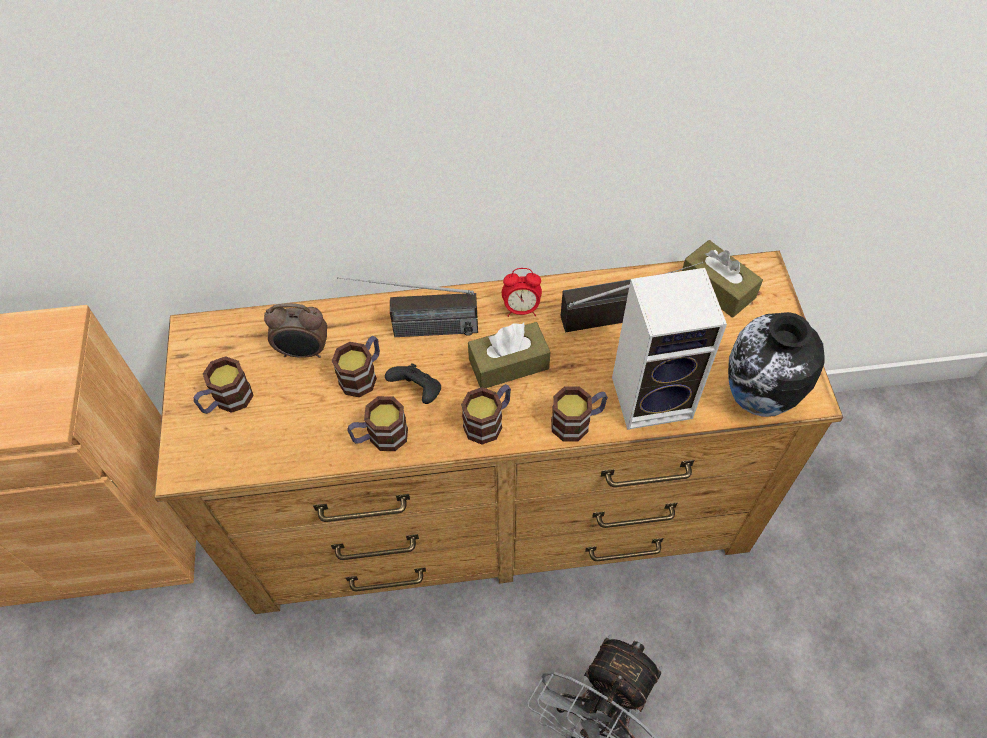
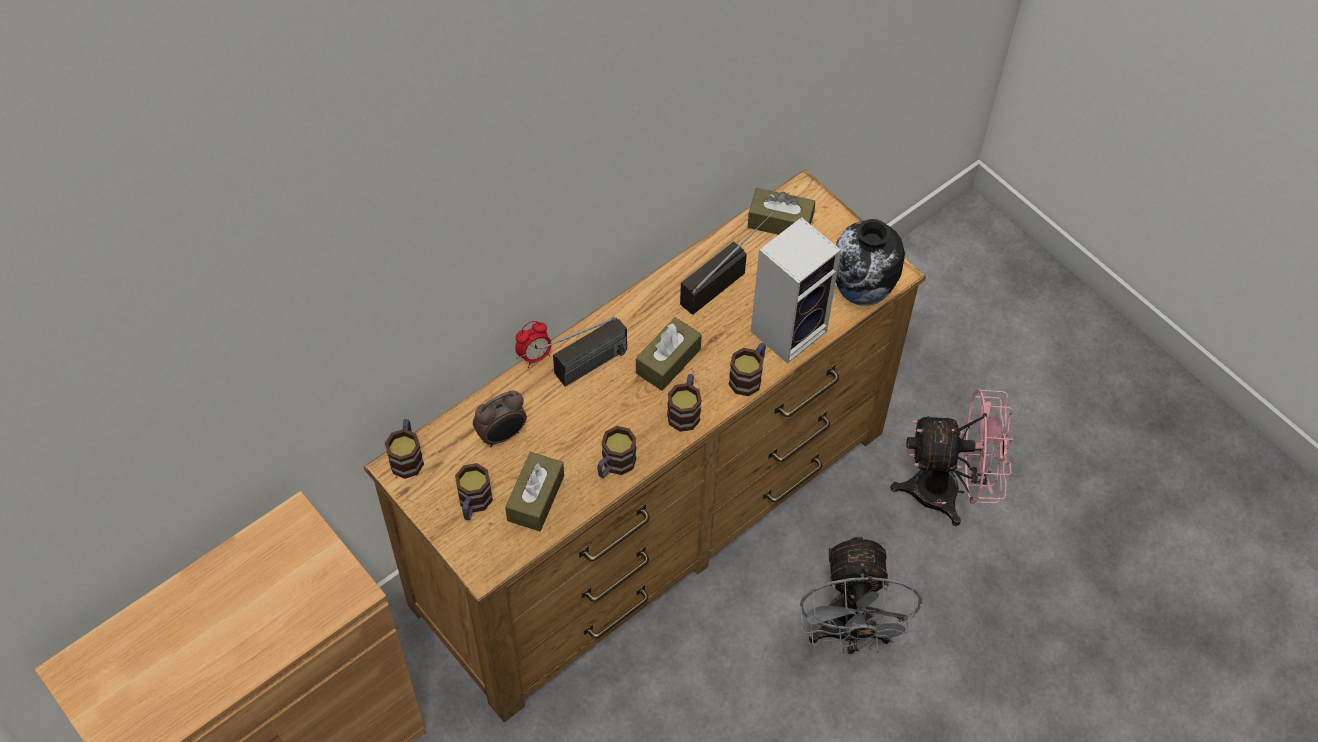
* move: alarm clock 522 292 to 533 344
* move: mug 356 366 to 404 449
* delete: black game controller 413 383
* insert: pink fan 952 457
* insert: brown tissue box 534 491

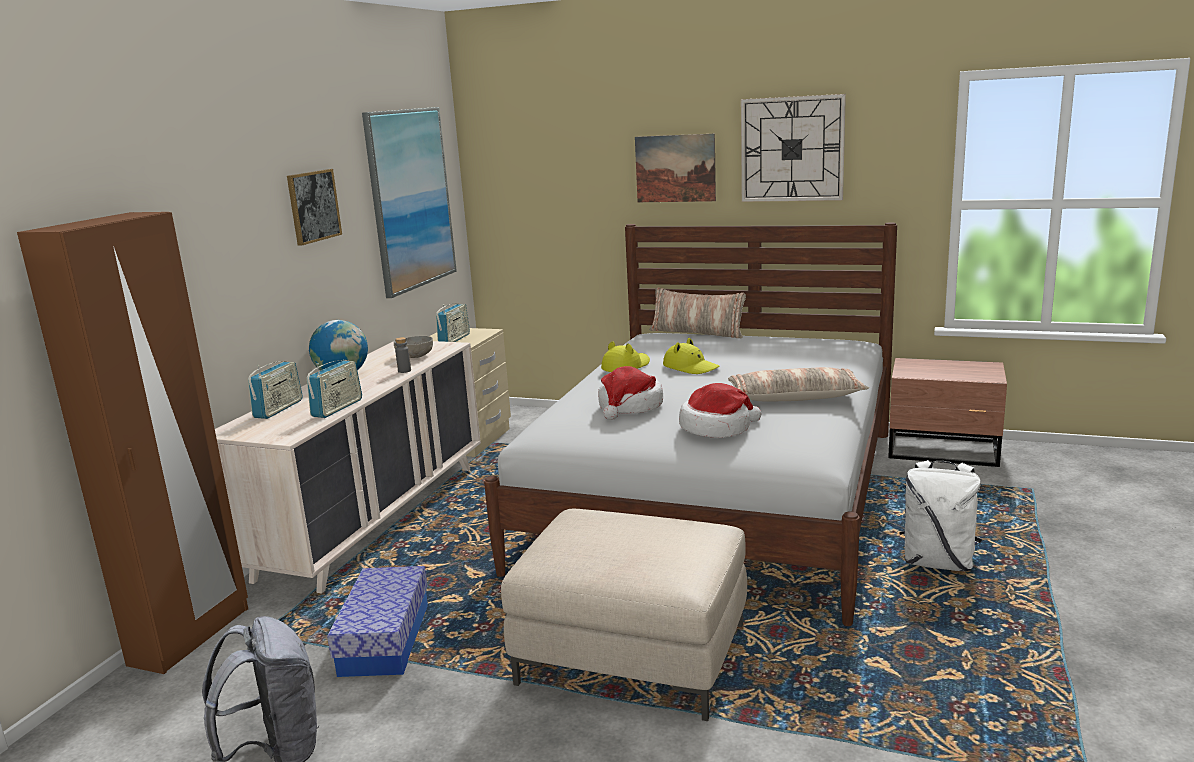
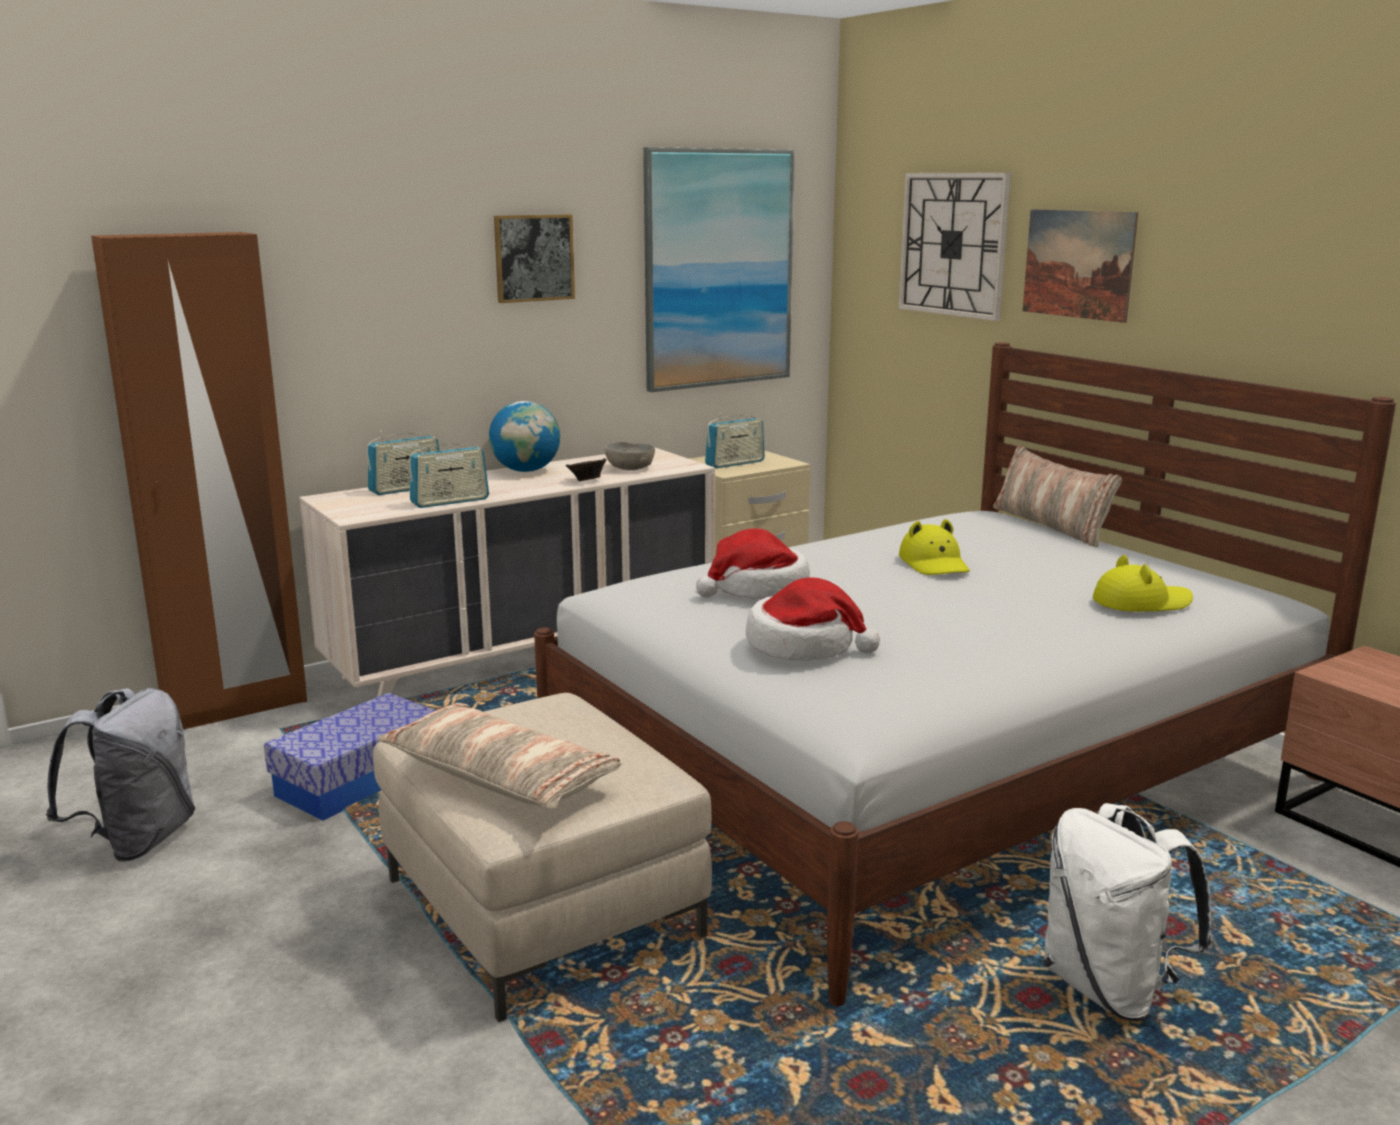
* move: wall clock 793 148 to 955 246
* replace: grey bottle 403 355 to brown bowl 586 469
* move: yellow hat 625 356 to 1143 583
* move: pillow 798 384 to 499 756

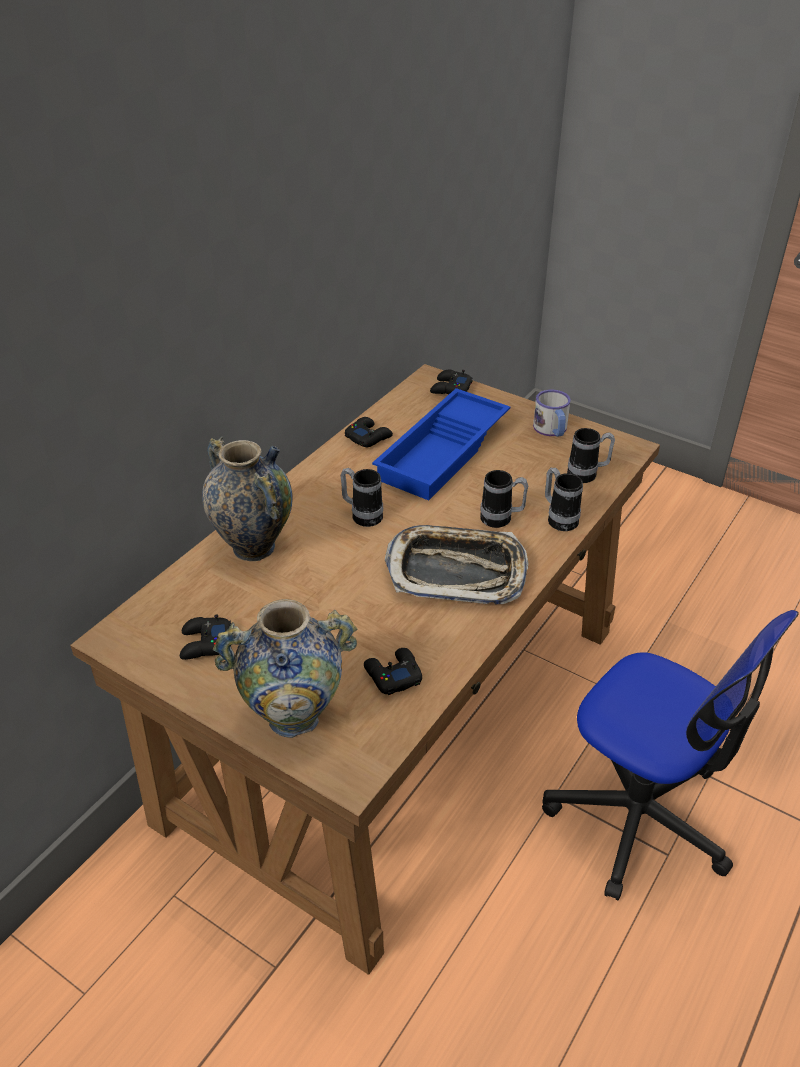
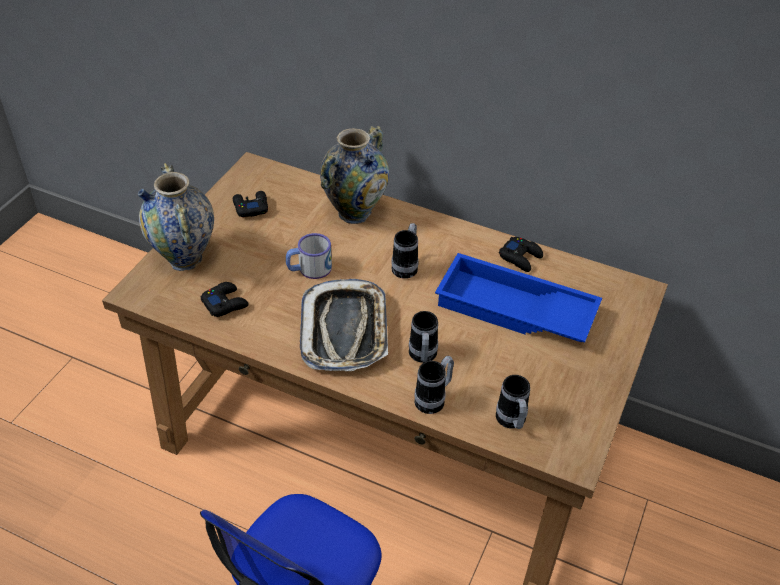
* delete: black game controller 451 382
* move: mug 552 413 to 309 256

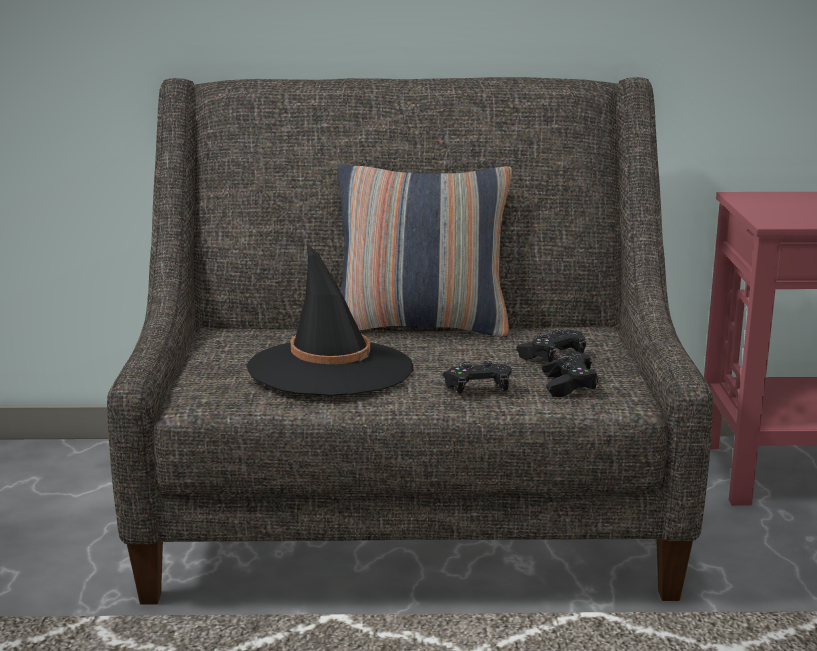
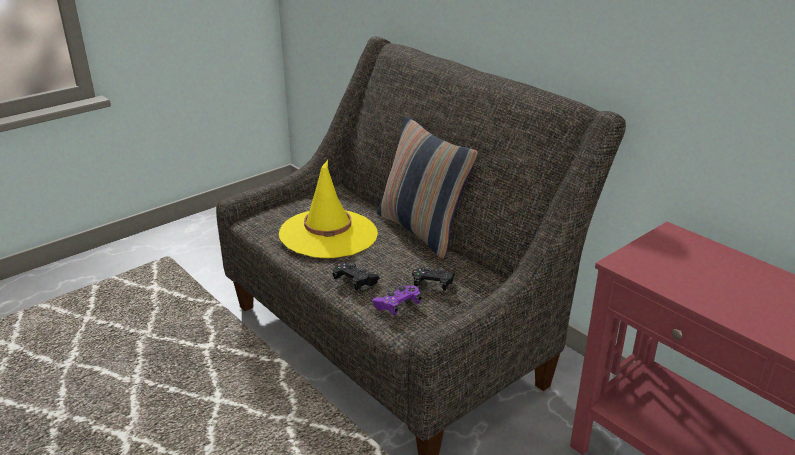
* recolor: black hat 329 319 to yellow hat 328 209
* recolor: black game controller 570 374 to purple game controller 396 300

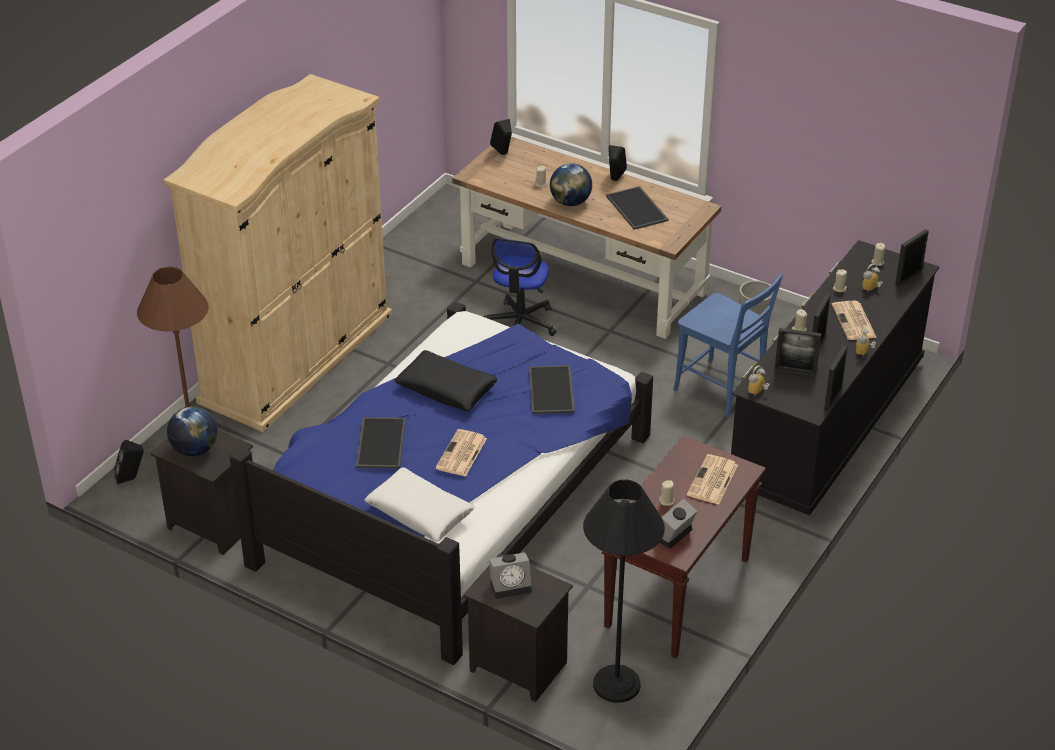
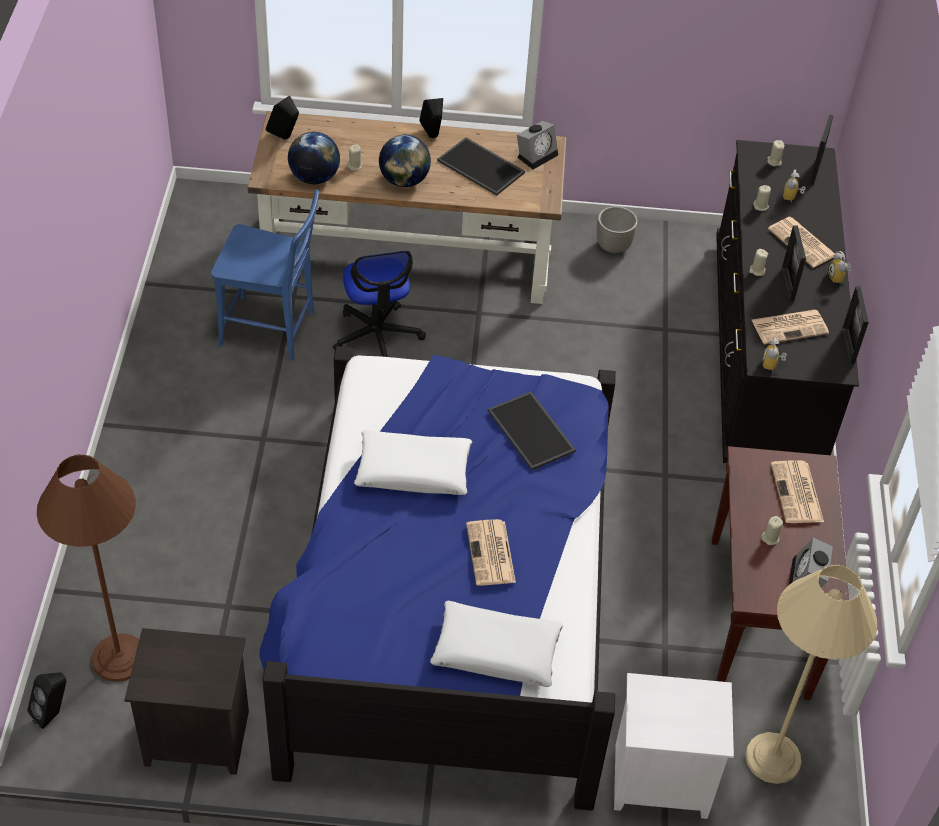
* delete: beige wardrobe 277 253
* move: blue chair 728 345 to 265 275
* replace: picture frame 797 352 to newspaper 790 327
* recolor: black pillow 445 380 to white pillow 413 462
* move: globe 192 431 to 314 158
* delete: tray 381 443
* recolor: black floor lamp 624 591 to beige floor lamp 811 674
* move: alarm clock 510 575 to 537 145
* recolor: black nightstand 518 627 to white nightstand 674 746

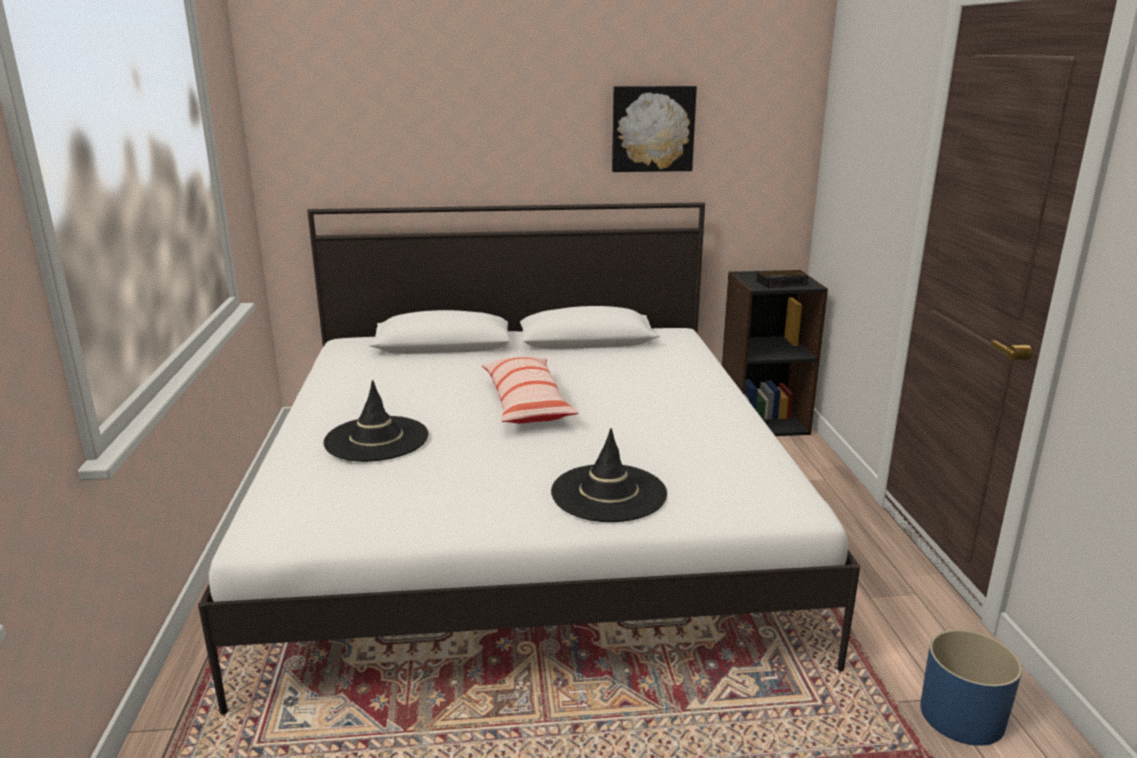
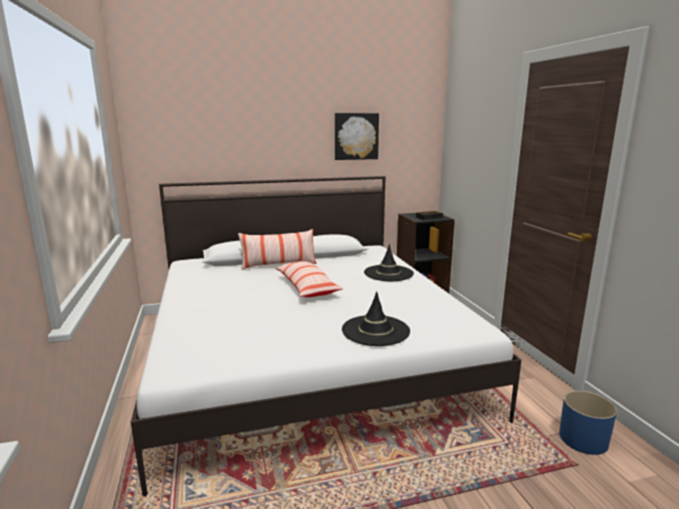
* move: black hat 376 421 to 389 262
* insert: pillow 277 249

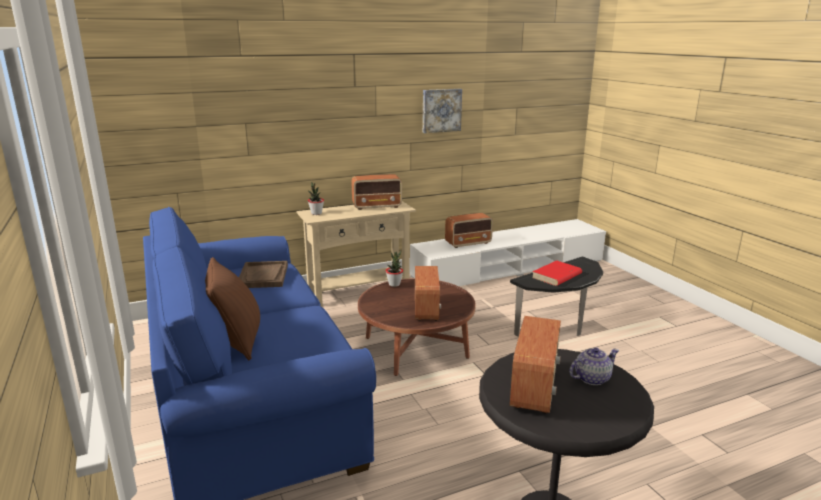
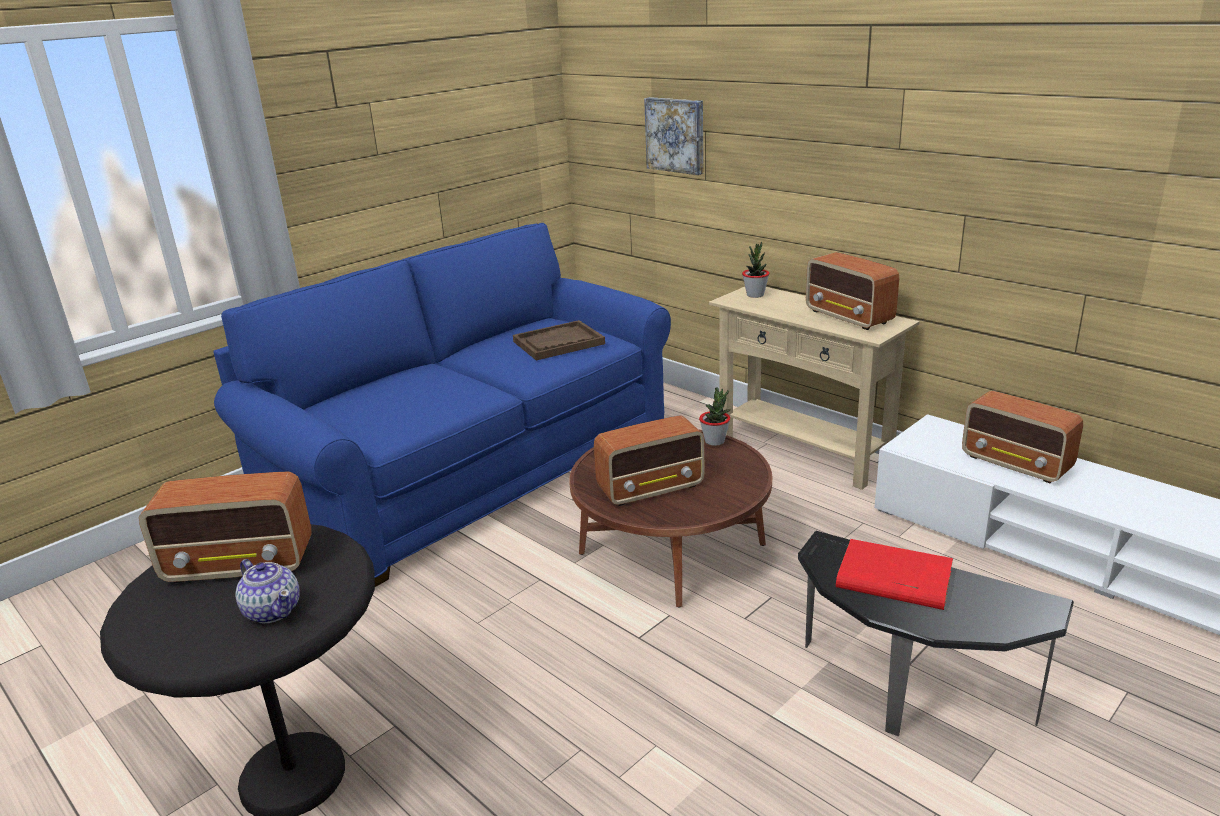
* move: picture 442 111 to 673 136
* delete: brown pillow 232 308

